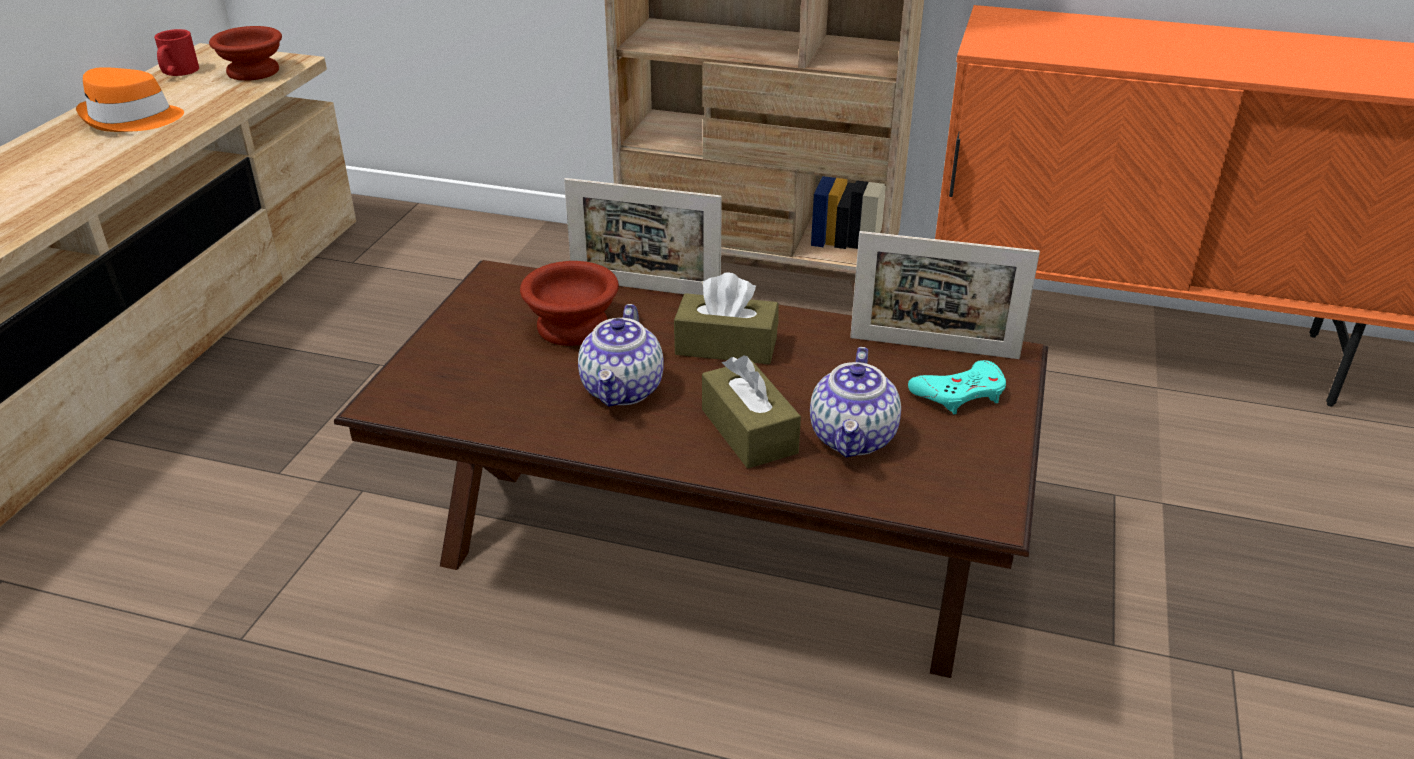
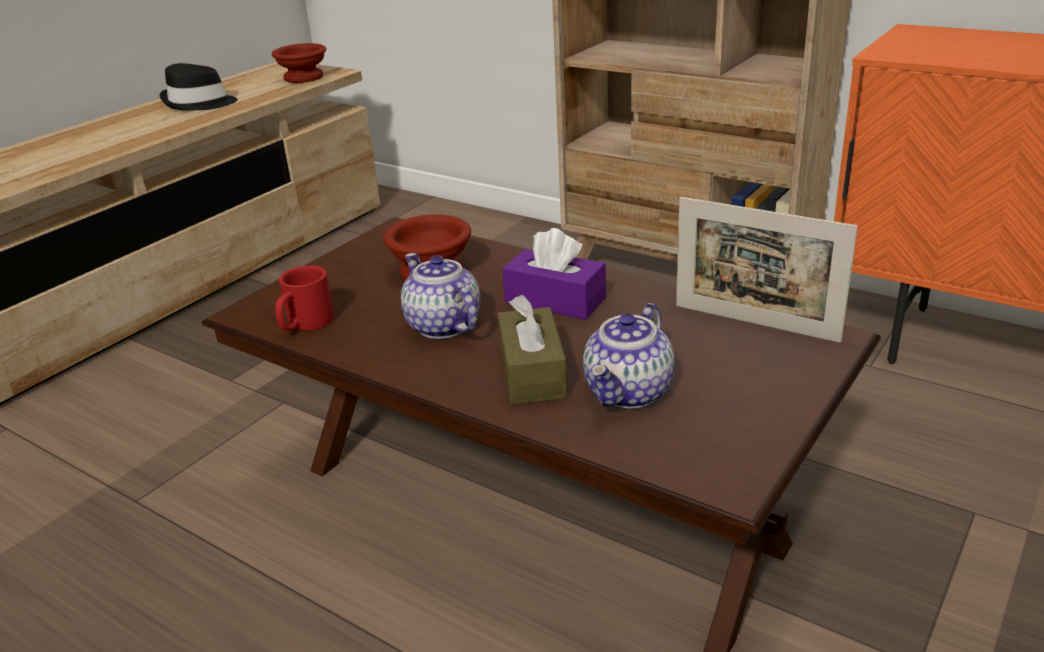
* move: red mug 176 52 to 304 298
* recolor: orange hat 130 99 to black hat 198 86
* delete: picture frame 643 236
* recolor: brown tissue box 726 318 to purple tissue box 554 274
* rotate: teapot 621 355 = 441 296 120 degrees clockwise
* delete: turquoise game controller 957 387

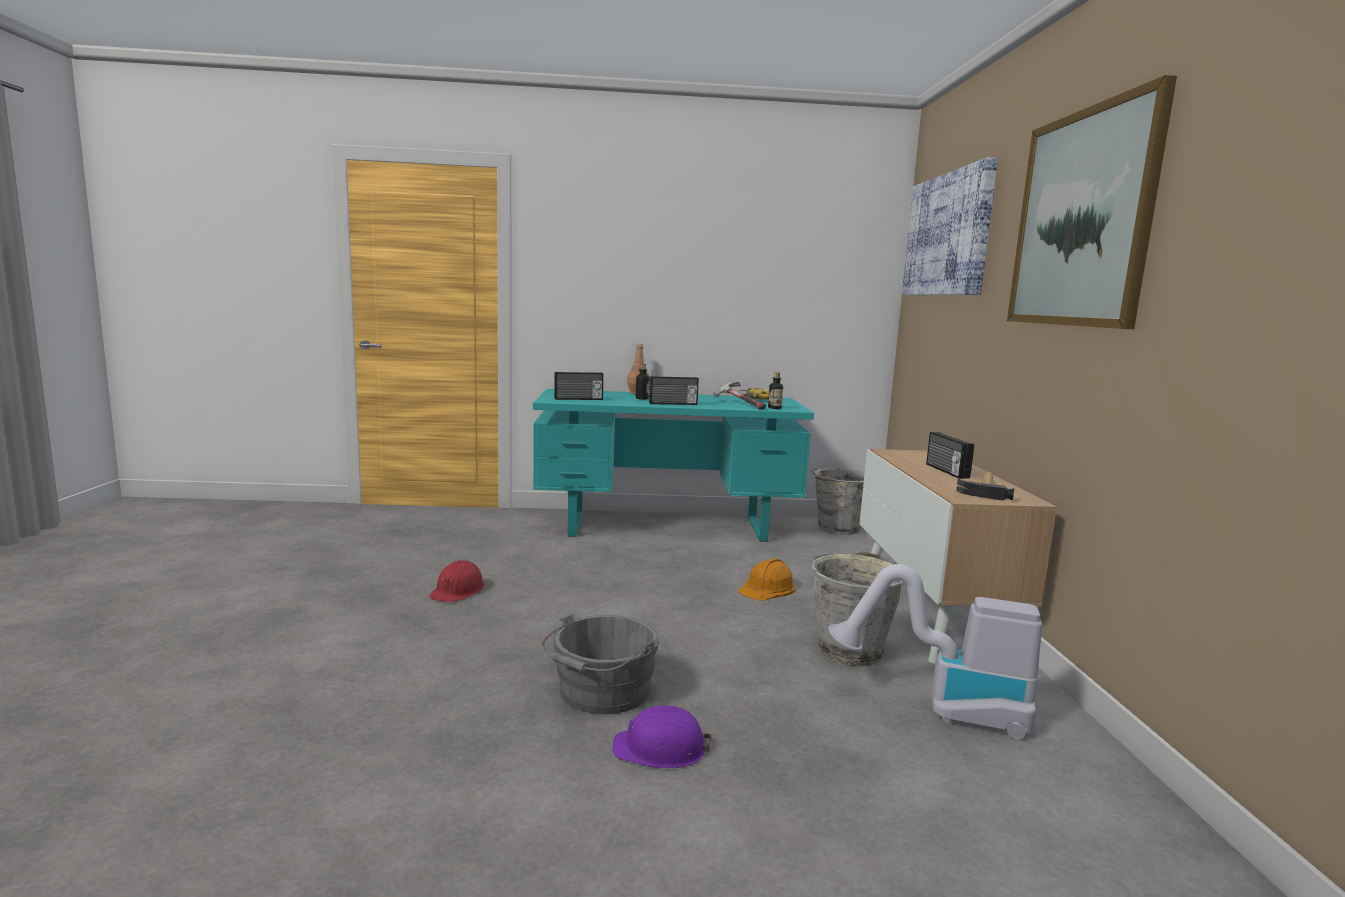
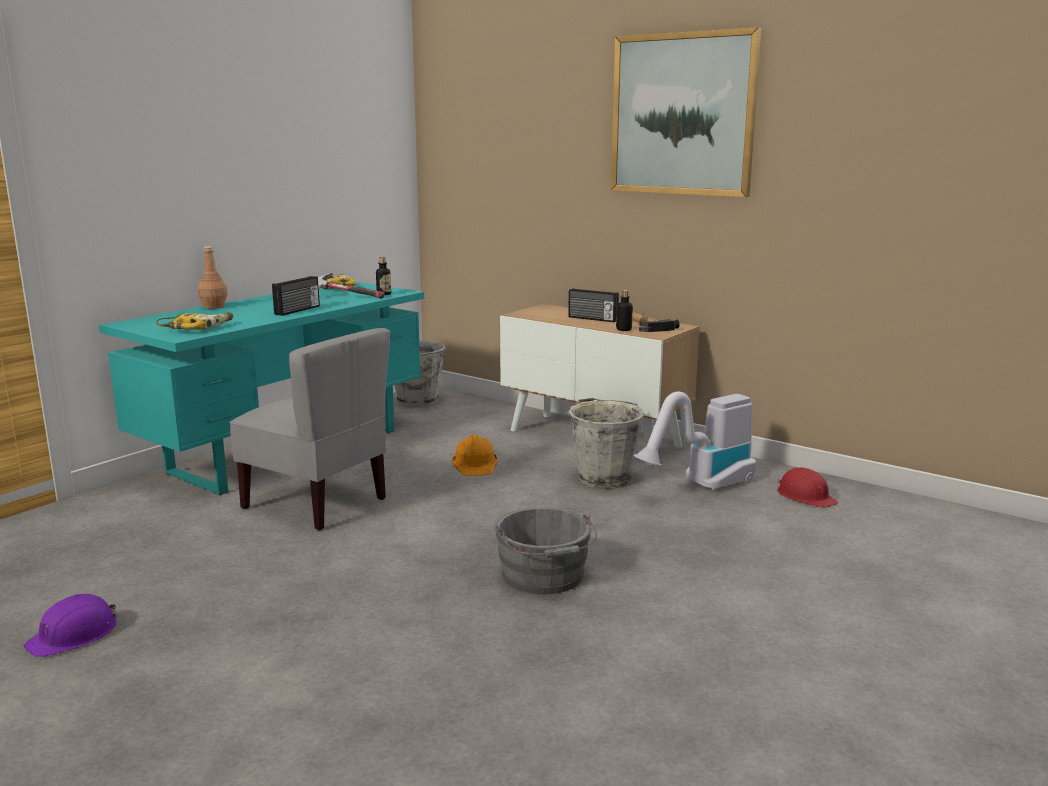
* delete: picture 950 226
* move: bottle 643 381 to 624 310
* replace: radio 579 386 to power drill 194 321
* move: red hard hat 457 581 to 807 488
* move: purple hard hat 662 737 to 70 625
* insert: grey chair 309 429

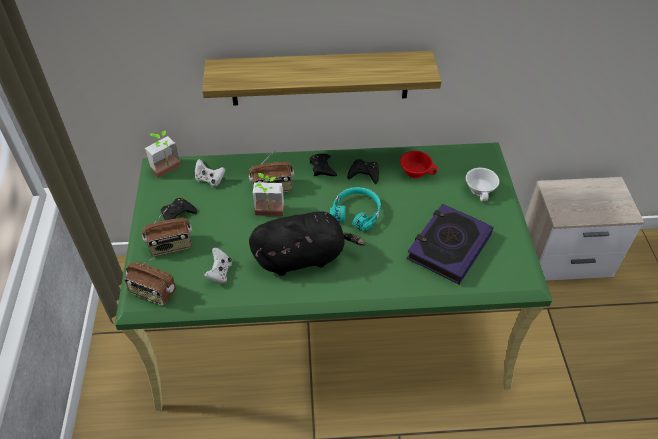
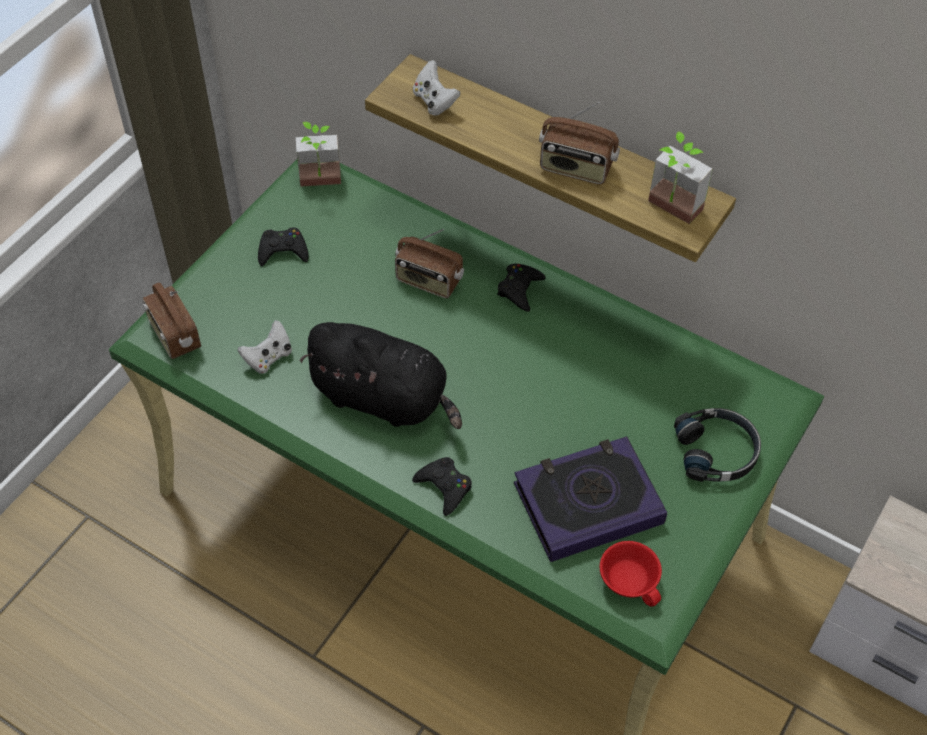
* move: red cup 418 164 to 631 574
* move: white game controller 210 173 to 436 88
* move: black game controller 363 171 to 442 486
* replace: white cup 482 184 to black headphones 717 445
* move: potted plant 268 194 to 680 177
* delete: turquoise headphones 355 209
* move: radio 167 231 to 579 143

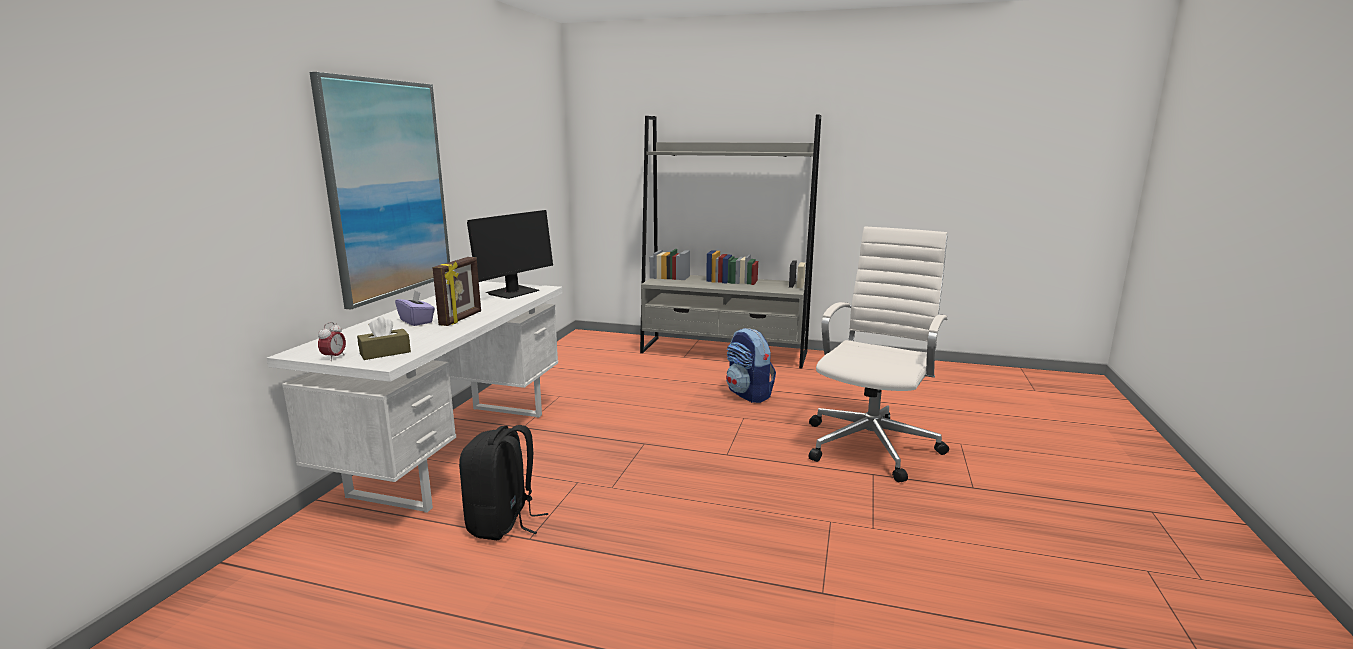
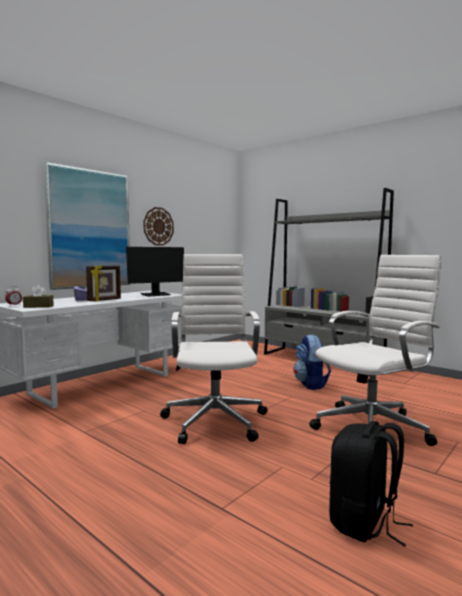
* move: black backpack 503 482 to 371 484
* insert: wall clock 158 226
* insert: white office chair 213 349

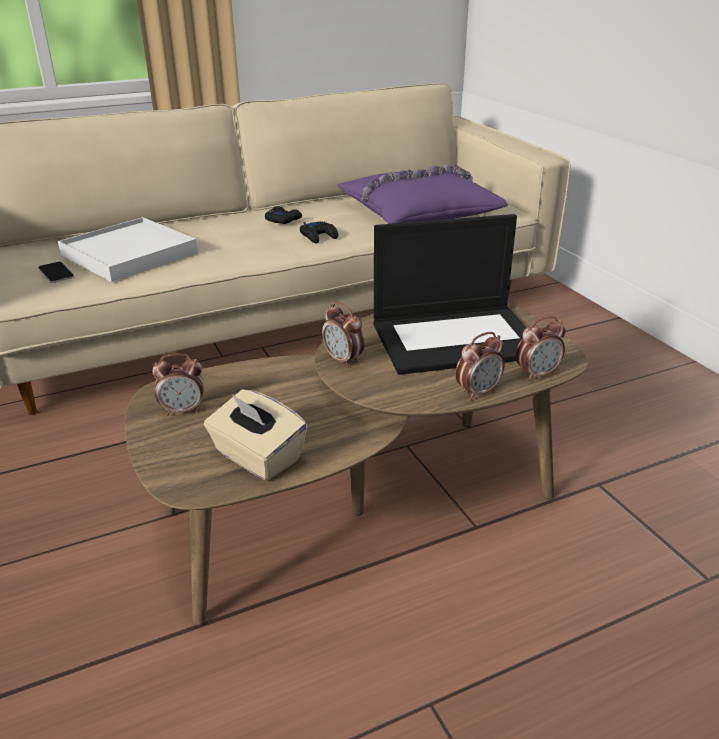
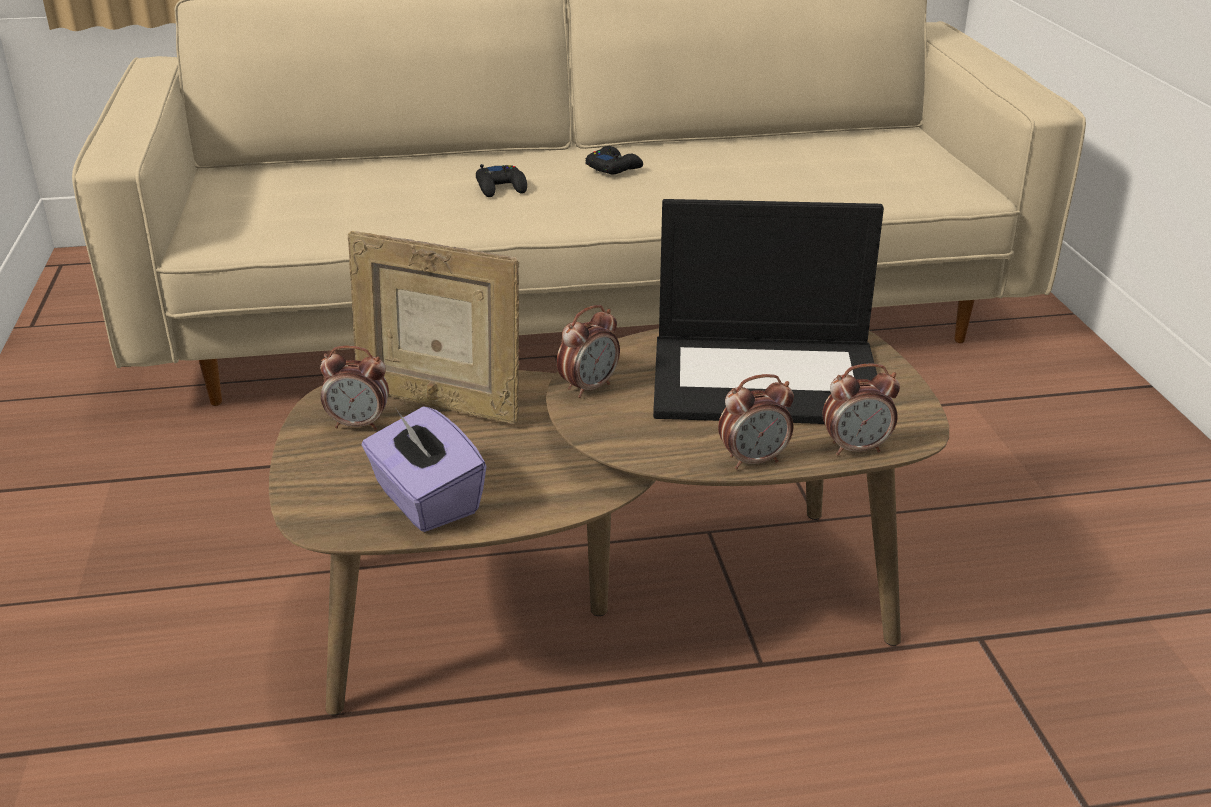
* delete: purple pillow 423 194
* delete: white tray 128 249
* move: black game controller 319 232 to 501 180
* delete: phone 56 272
* rotate: alarm clock 343 335 = 588 351 105 degrees counterclockwise
* recolor: beige tissue box 255 435 to purple tissue box 424 469
* insert: picture frame 433 327

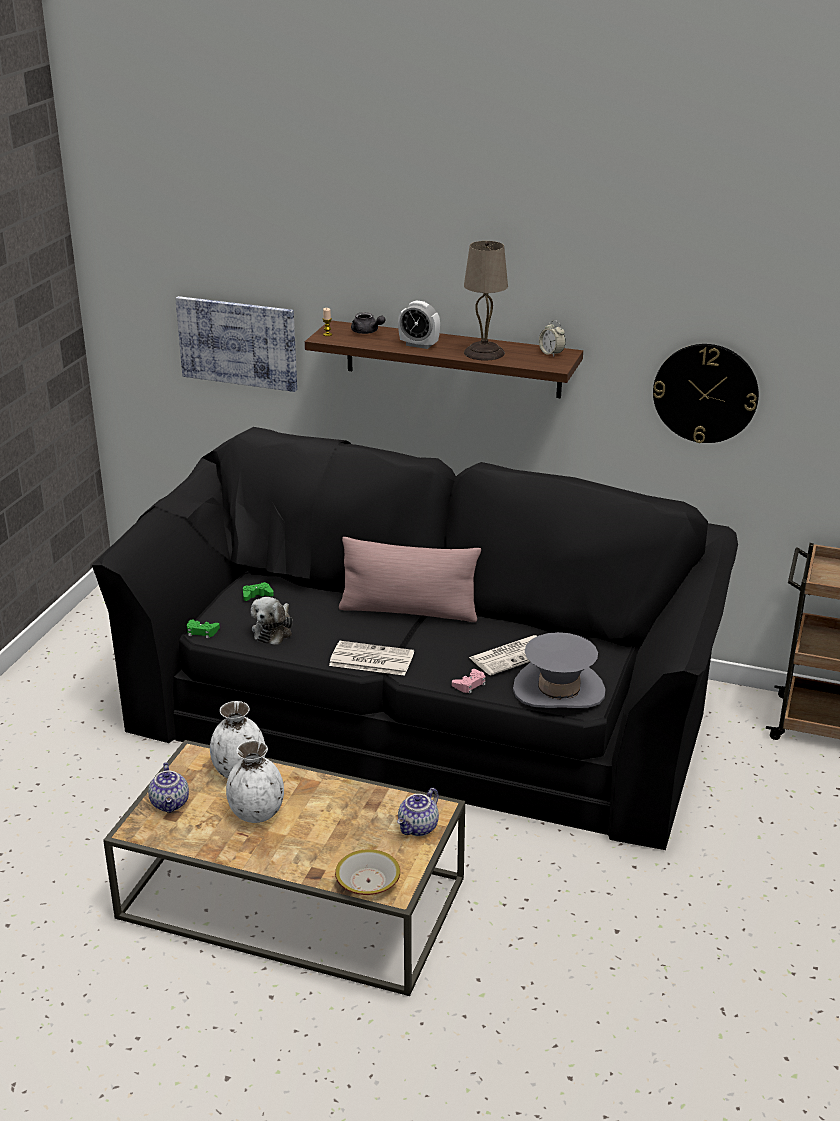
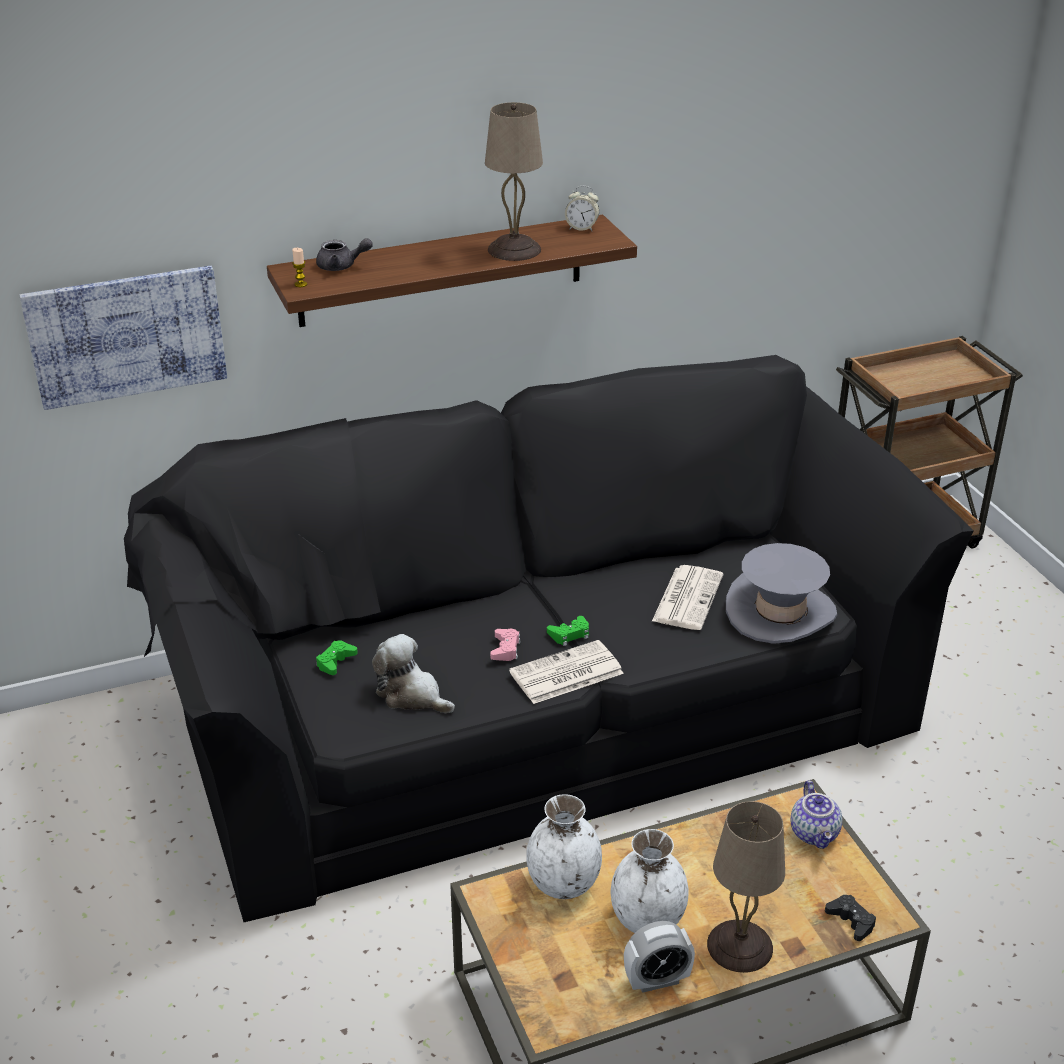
* move: alarm clock 419 325 to 659 957
* delete: wall clock 706 393
* delete: pink pillow 410 579
* rotate: plush toy 272 621 = 413 673 150 degrees clockwise
* move: green game controller 203 629 to 568 631
* move: pink game controller 469 681 to 505 645
* delete: teapot 168 787
* replace: bowl 367 872 to black game controller 850 918
* insert: beige table lamp 746 887

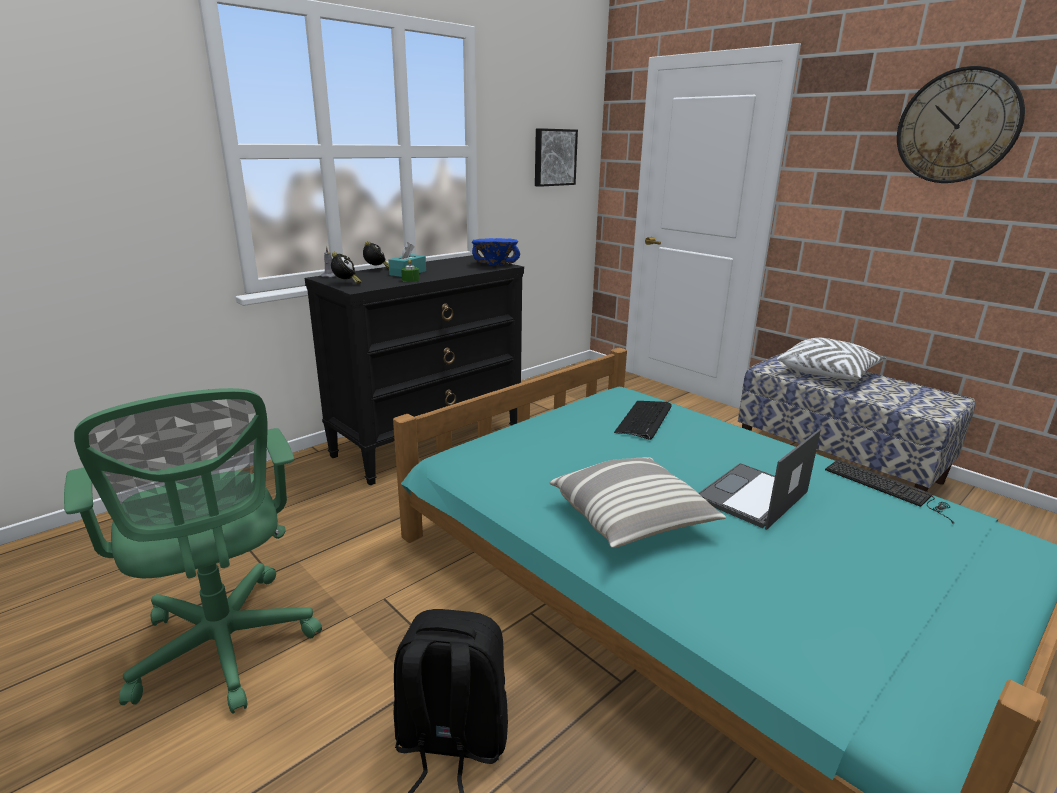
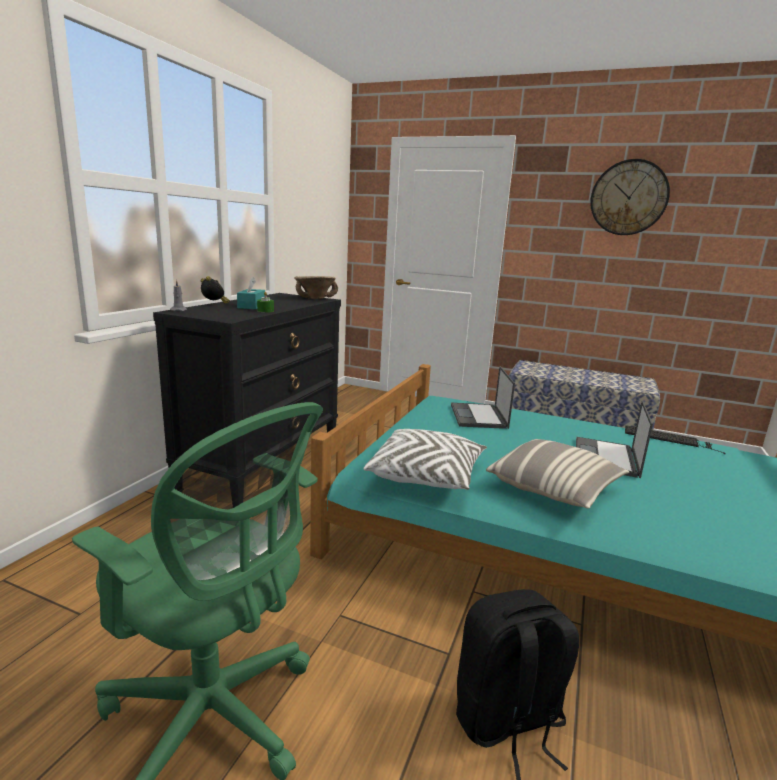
* delete: picture 556 157
* recolor: blue bowl 496 251 to beige bowl 316 287
* delete: alarm clock 346 268
* move: white pillow 832 359 to 425 459
* replace: keyboard 643 420 to laptop 483 397

